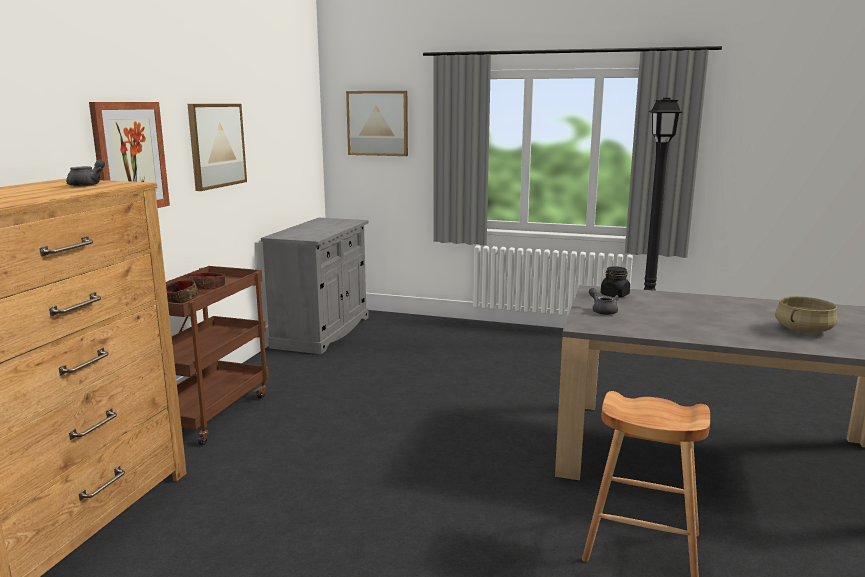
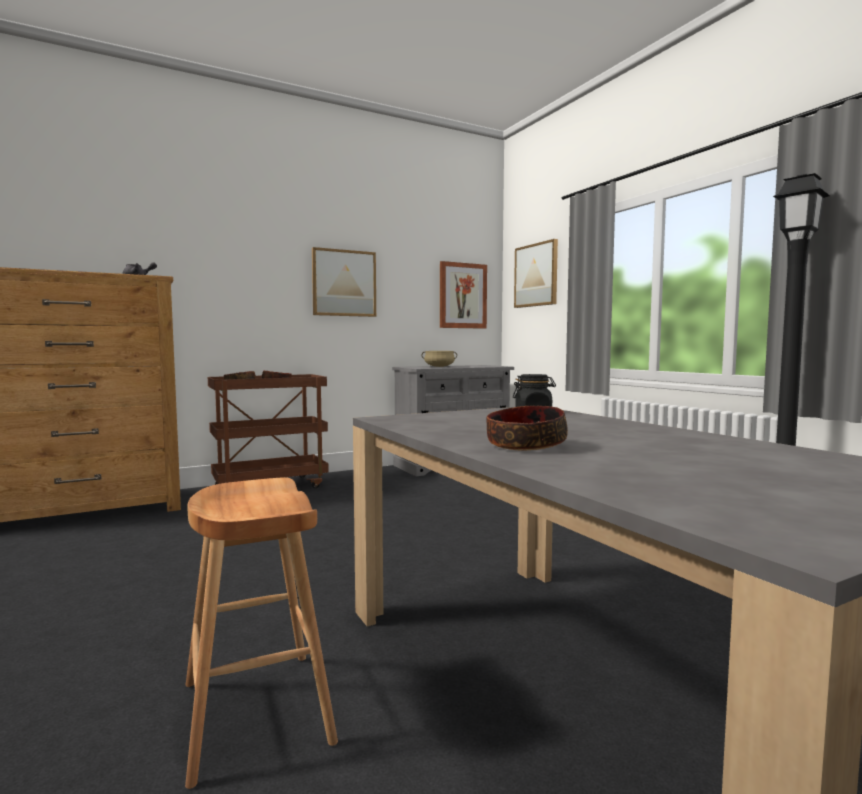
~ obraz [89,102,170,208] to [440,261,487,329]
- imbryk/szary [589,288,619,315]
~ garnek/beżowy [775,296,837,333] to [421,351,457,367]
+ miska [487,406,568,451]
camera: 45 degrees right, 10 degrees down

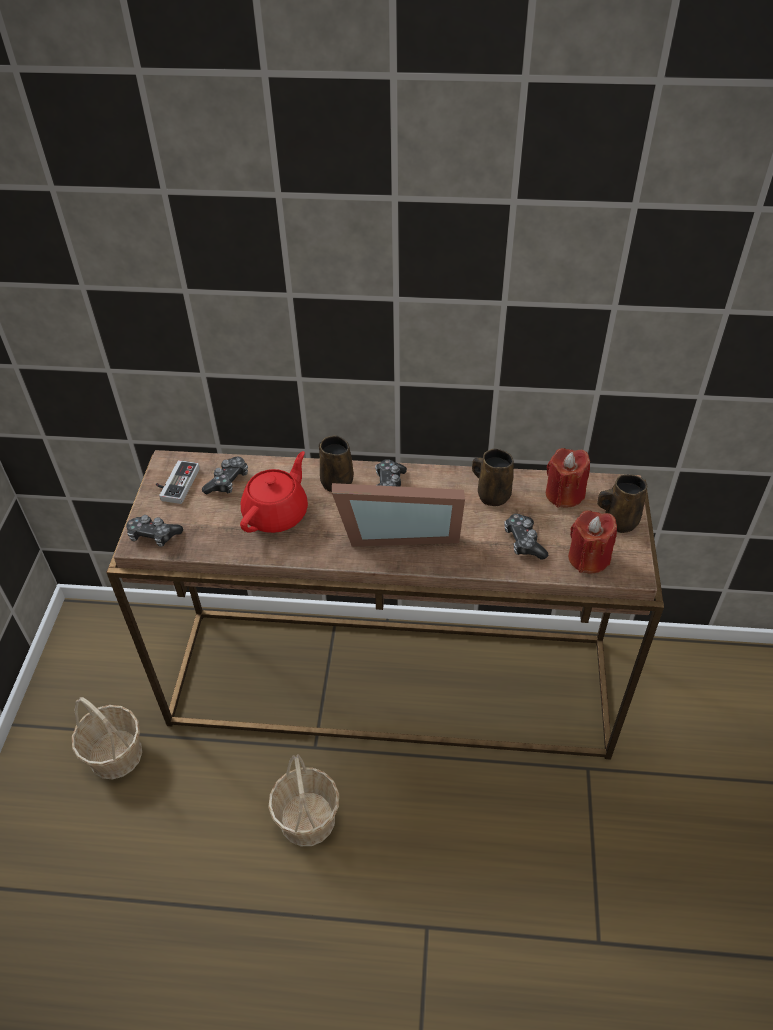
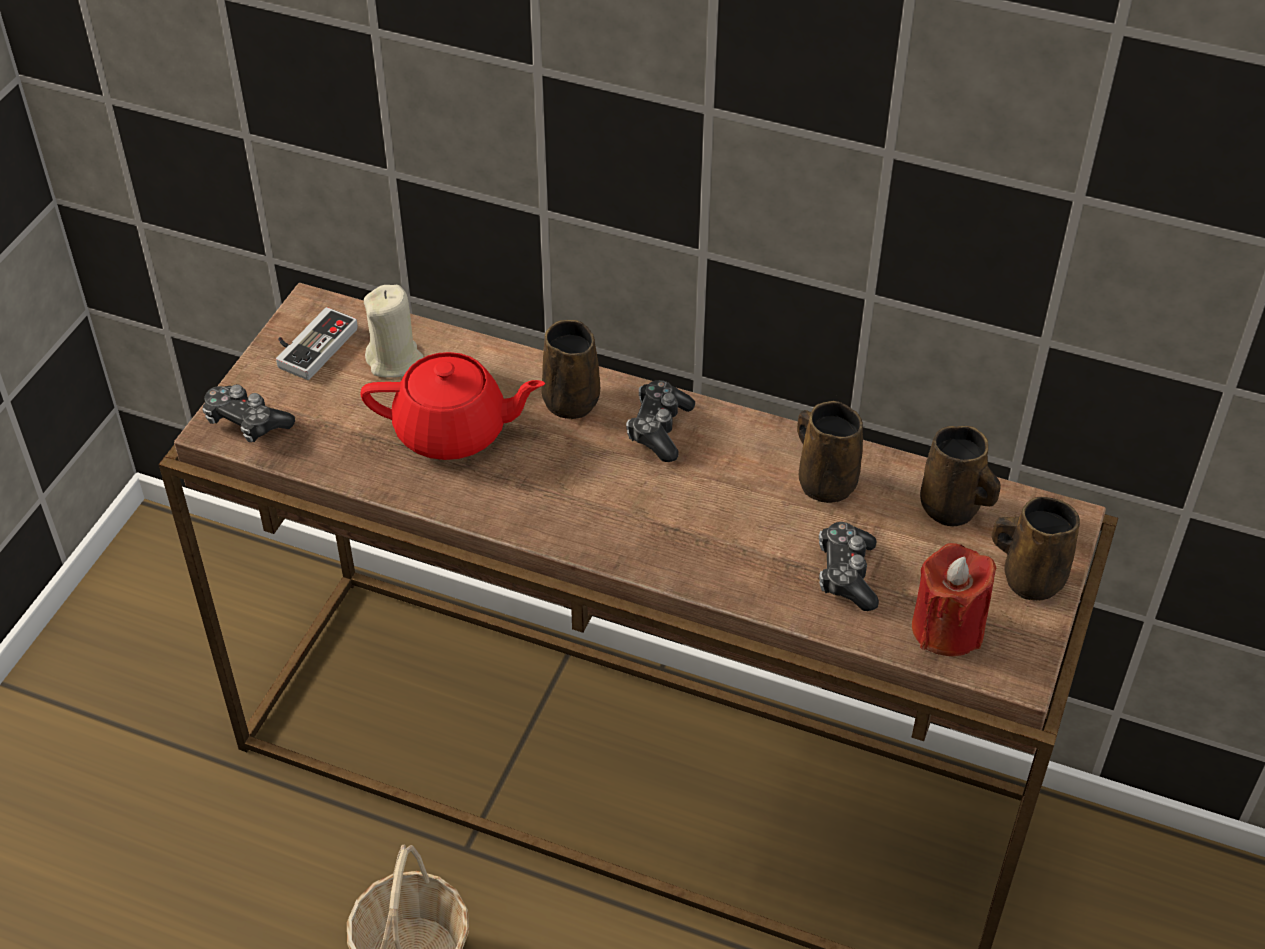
~ świeca/czerwony [546,448,590,508] to kubek/brązowy [920,426,1001,526]
~ imbryk/czerwony [240,451,308,533] = [361,352,545,460] 45 degrees clockwise
~ pad do gier [202,457,248,494] to świeca/beżowy [364,285,423,378]
- ramka na zdjęcie [332,483,465,547]
- koszyk [72,697,142,779]
camera: 15 degrees right, 0 degrees up

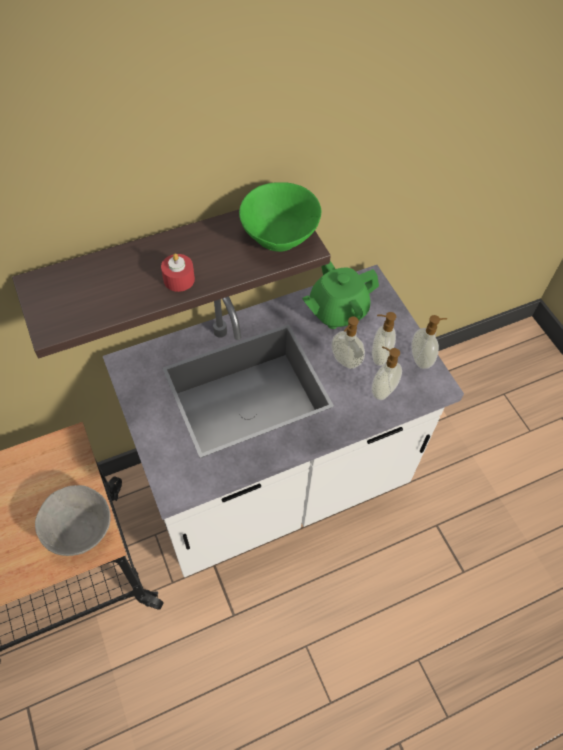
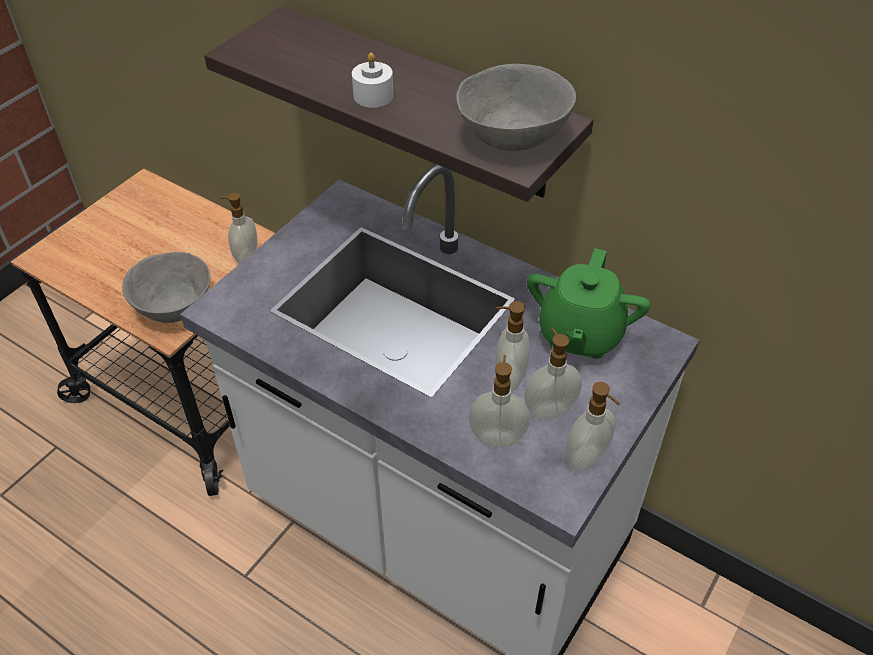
~ miska/zielony [239,182,321,252] to miska/szary [456,64,576,151]
~ świeca/czerwony [161,254,195,292] to świeca/biały [352,53,394,108]
~ imbryk/zielony [302,261,379,329] = [527,248,651,359] 105 degrees counterclockwise
+ dozownik mydła [219,193,257,264]
camera: 60 degrees right, 10 degrees down

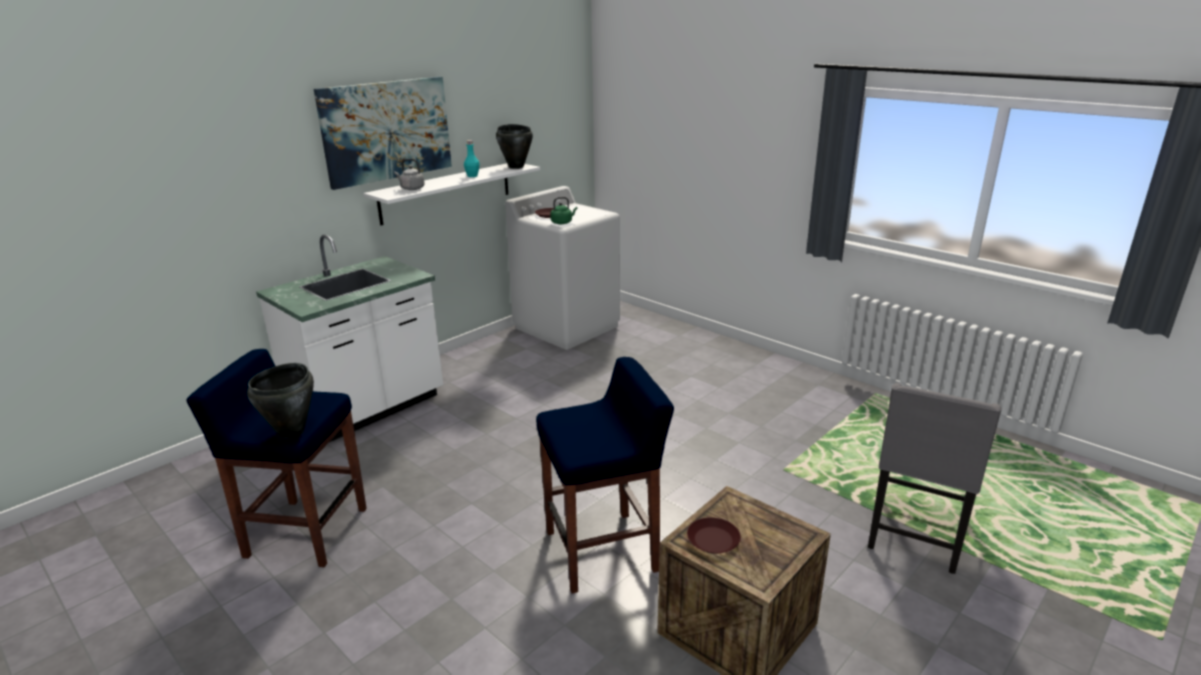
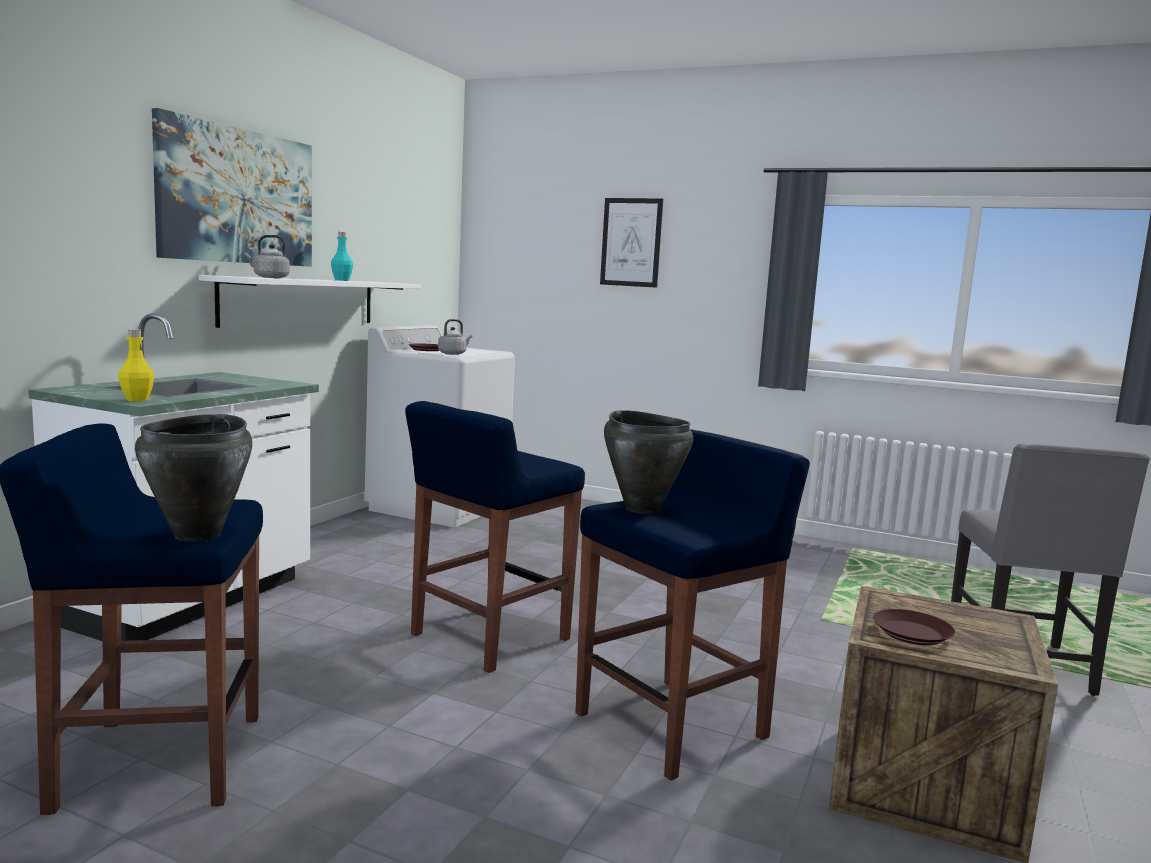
~ garnek/czarny [496,124,533,169] to [604,410,693,514]
~ czajnik/zielony [550,197,578,224] to czajnik/szary [438,319,472,355]
+ obraz [600,198,663,288]
+ butelka/żółty [118,329,154,401]
+ stołek/niebieski [405,401,585,673]
camera: 20 degrees left, 15 degrees down

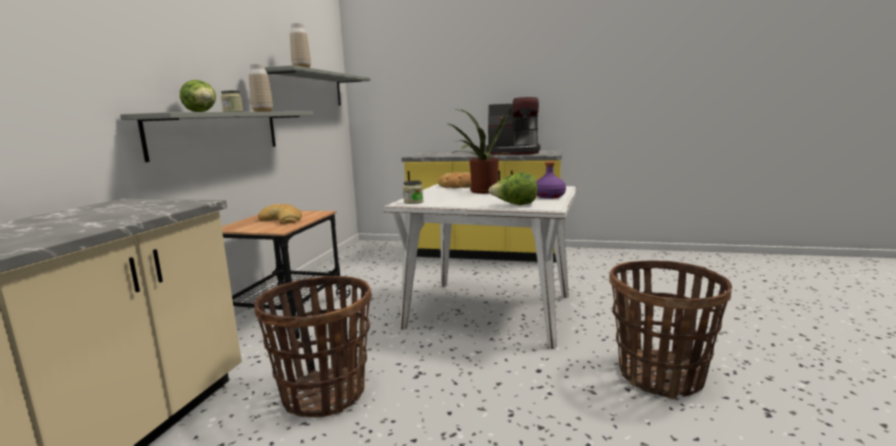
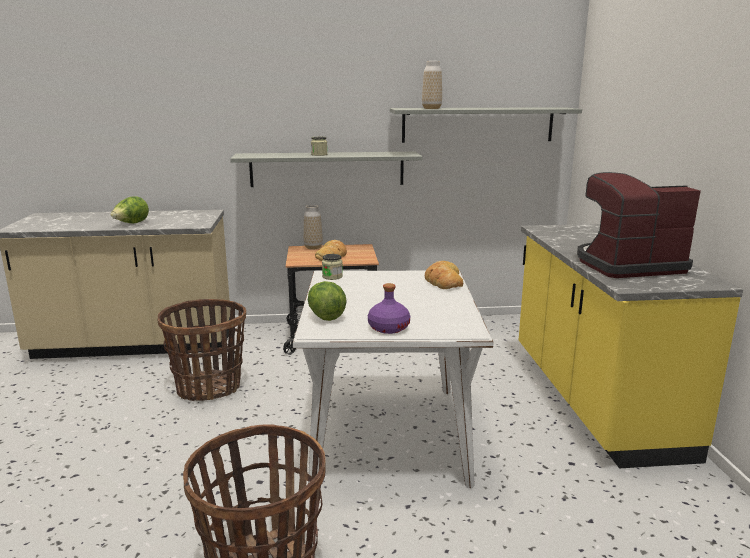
~ wazon [249,64,273,112] to [304,205,323,249]
~ sałata [180,80,216,112] to [111,196,149,223]
~ ekspres do kawy [485,97,540,155] = [577,172,701,278] 90 degrees clockwise
- roślina doniczkowa [449,109,521,194]
camera: 70 degrees right, 5 degrees up

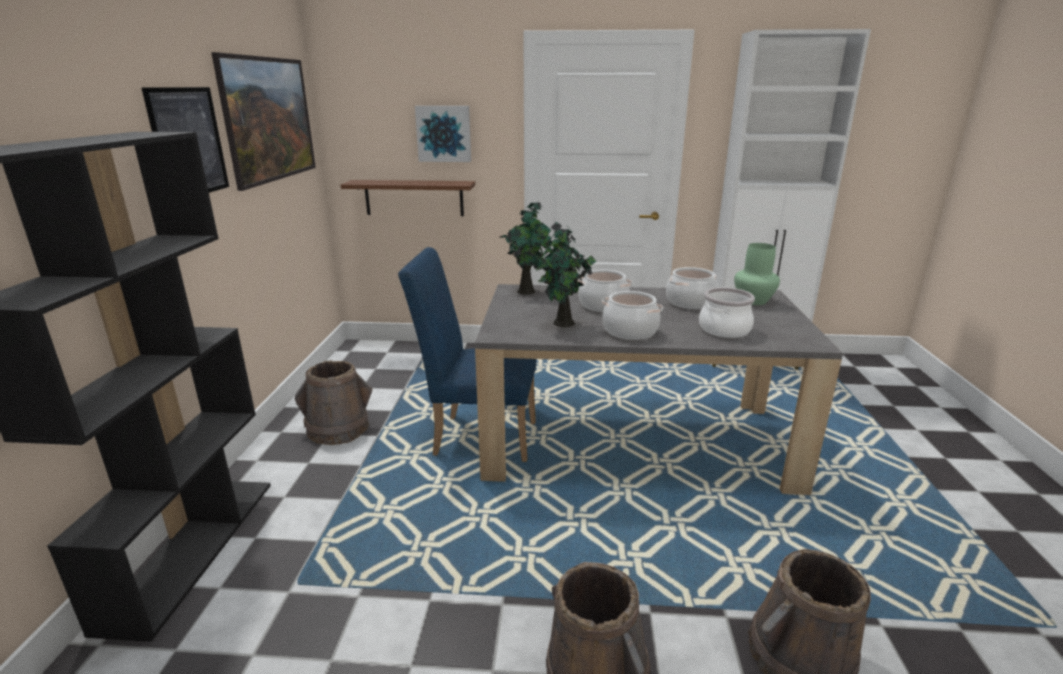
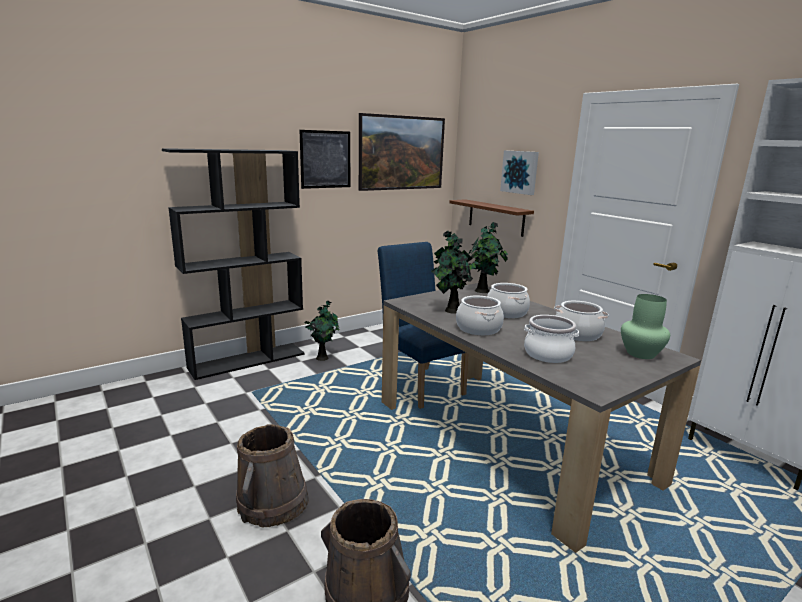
- wiadro/brązowy [295,360,373,445]
+ roślina doniczkowa [305,301,340,361]
camera: 50 degrees right, 5 degrees down

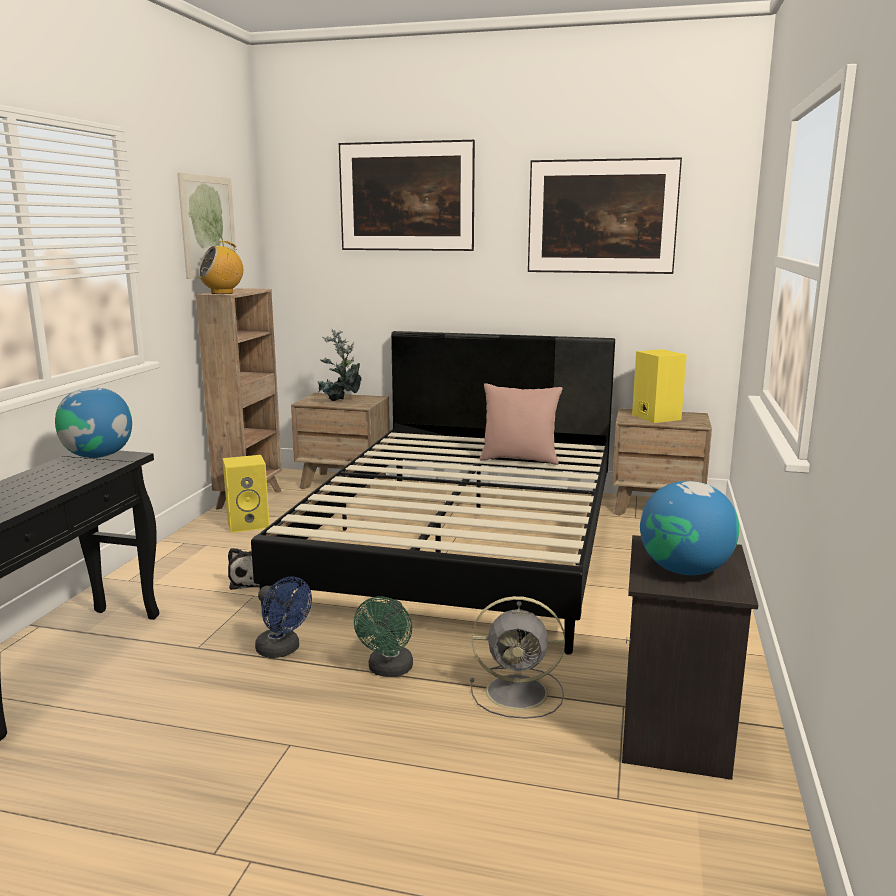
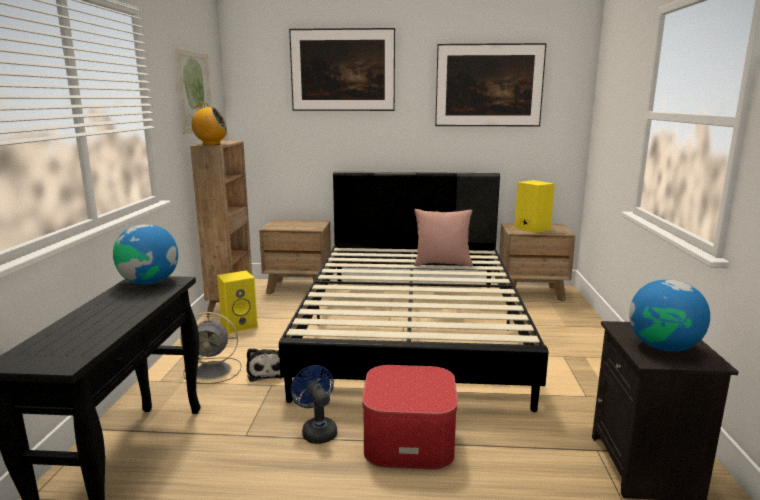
~ radio [198,241,243,294] = [188,103,228,145] 135 degrees counterclockwise
- roślina doniczkowa [317,329,362,401]
~ wentylator/niebieski [255,577,312,658] = [290,365,337,444] 150 degrees counterclockwise
~ wentylator/zielony [354,596,413,677] to pufa [362,365,458,469]
~ wentylator/szary [470,596,565,719] to [180,312,242,384]
camera: 10 degrees left, 0 degrees up

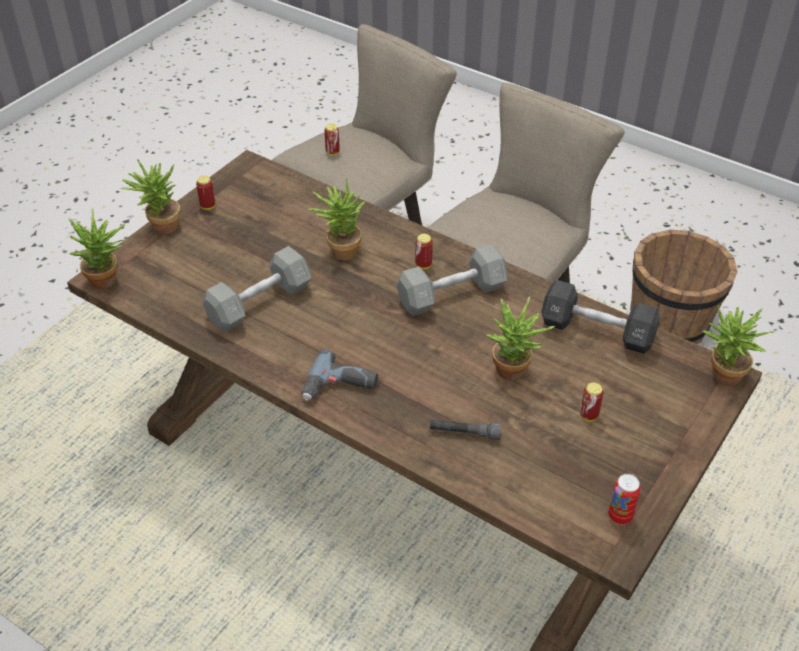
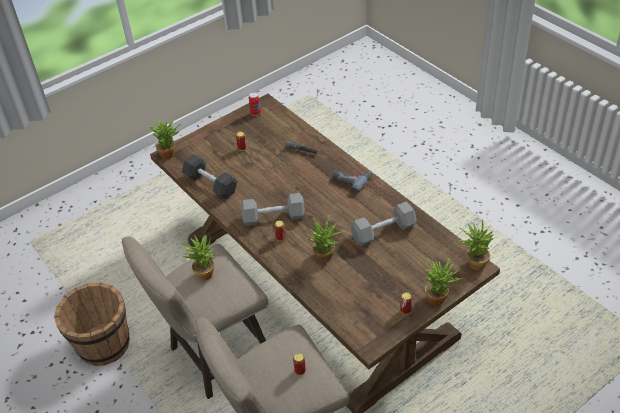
~ roślina doniczkowa [486,296,555,381] to [181,234,217,281]
camera: 160 degrees left, 0 degrees up

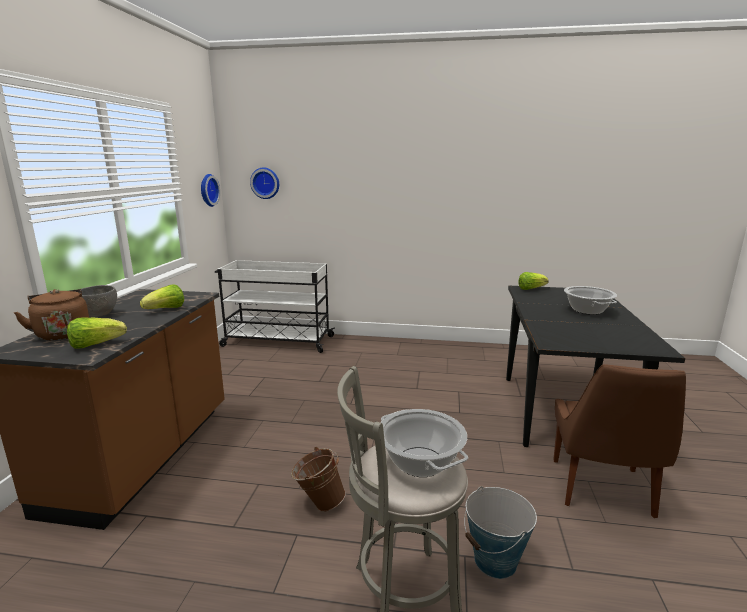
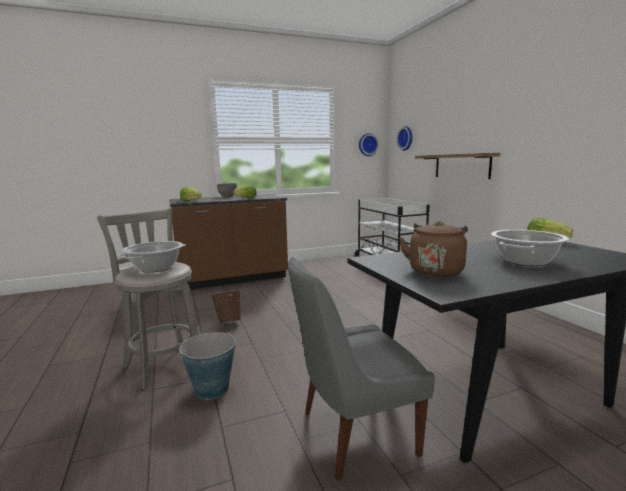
~ czajnik/brązowy [14,289,89,341] to [399,221,468,277]
~ krzesło/brązowy [553,364,686,518] to krzesło/szary [288,257,435,481]
+ półka [415,153,500,179]
camera: 60 degrees right, 5 degrees down

